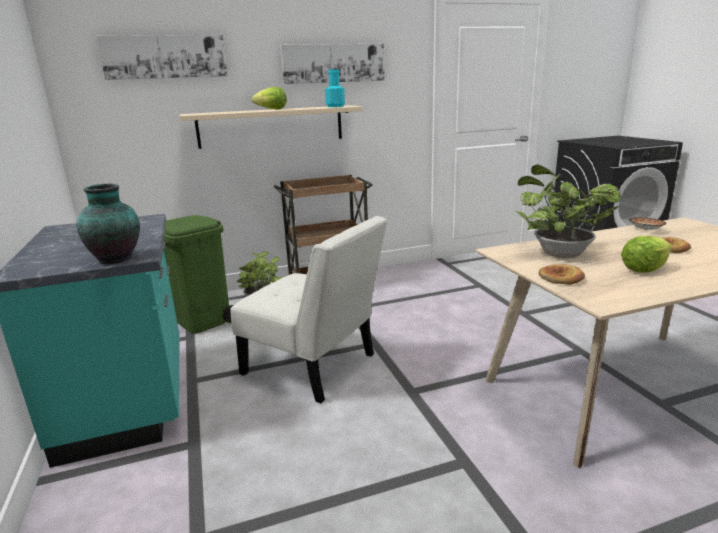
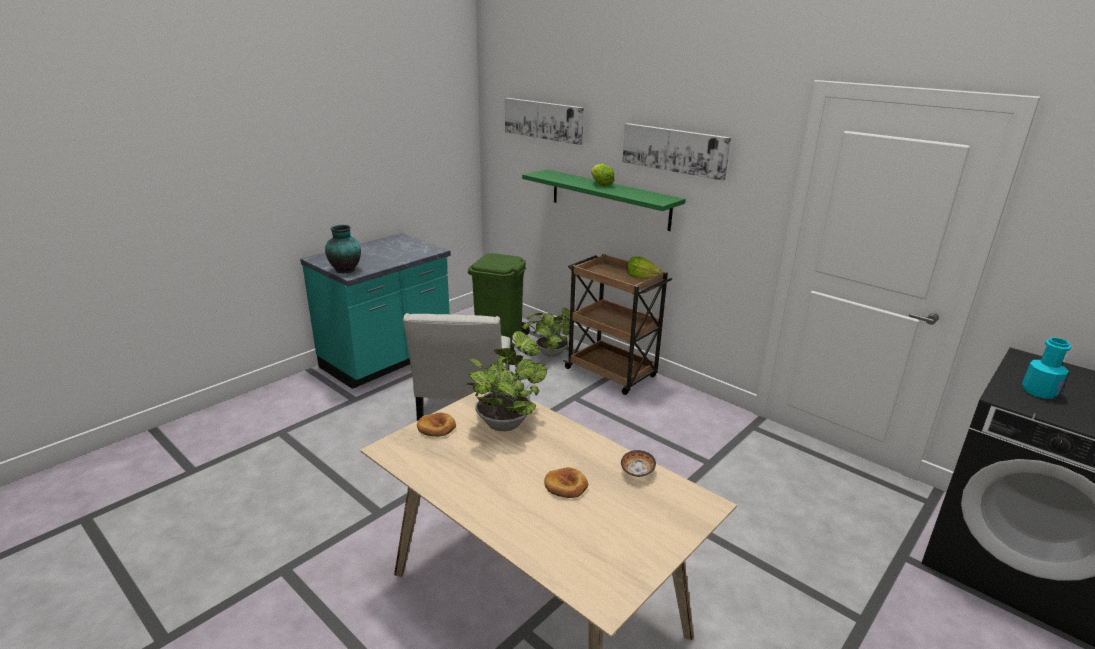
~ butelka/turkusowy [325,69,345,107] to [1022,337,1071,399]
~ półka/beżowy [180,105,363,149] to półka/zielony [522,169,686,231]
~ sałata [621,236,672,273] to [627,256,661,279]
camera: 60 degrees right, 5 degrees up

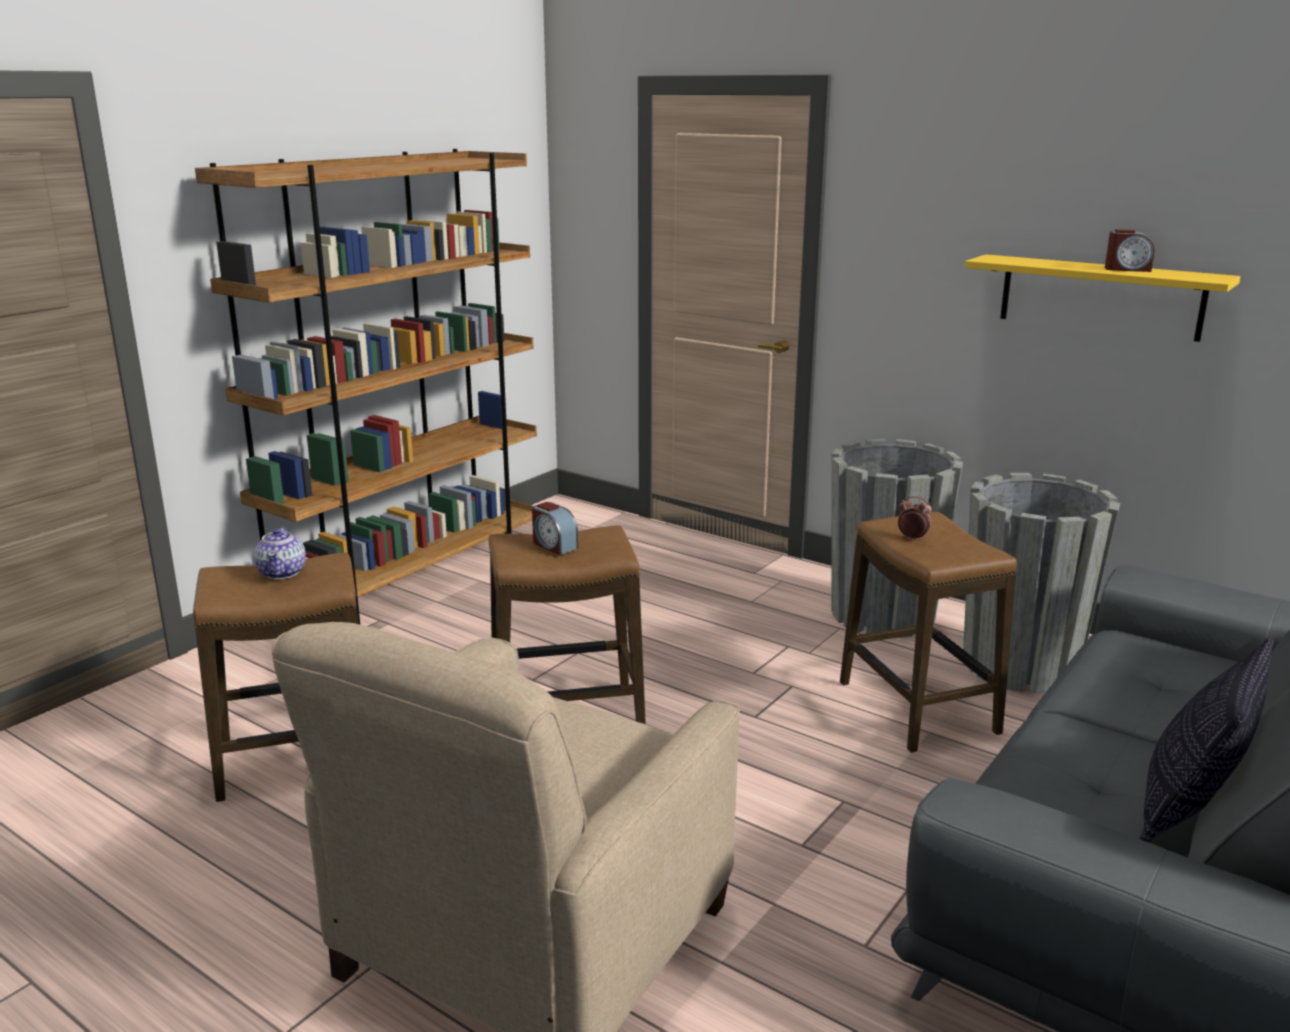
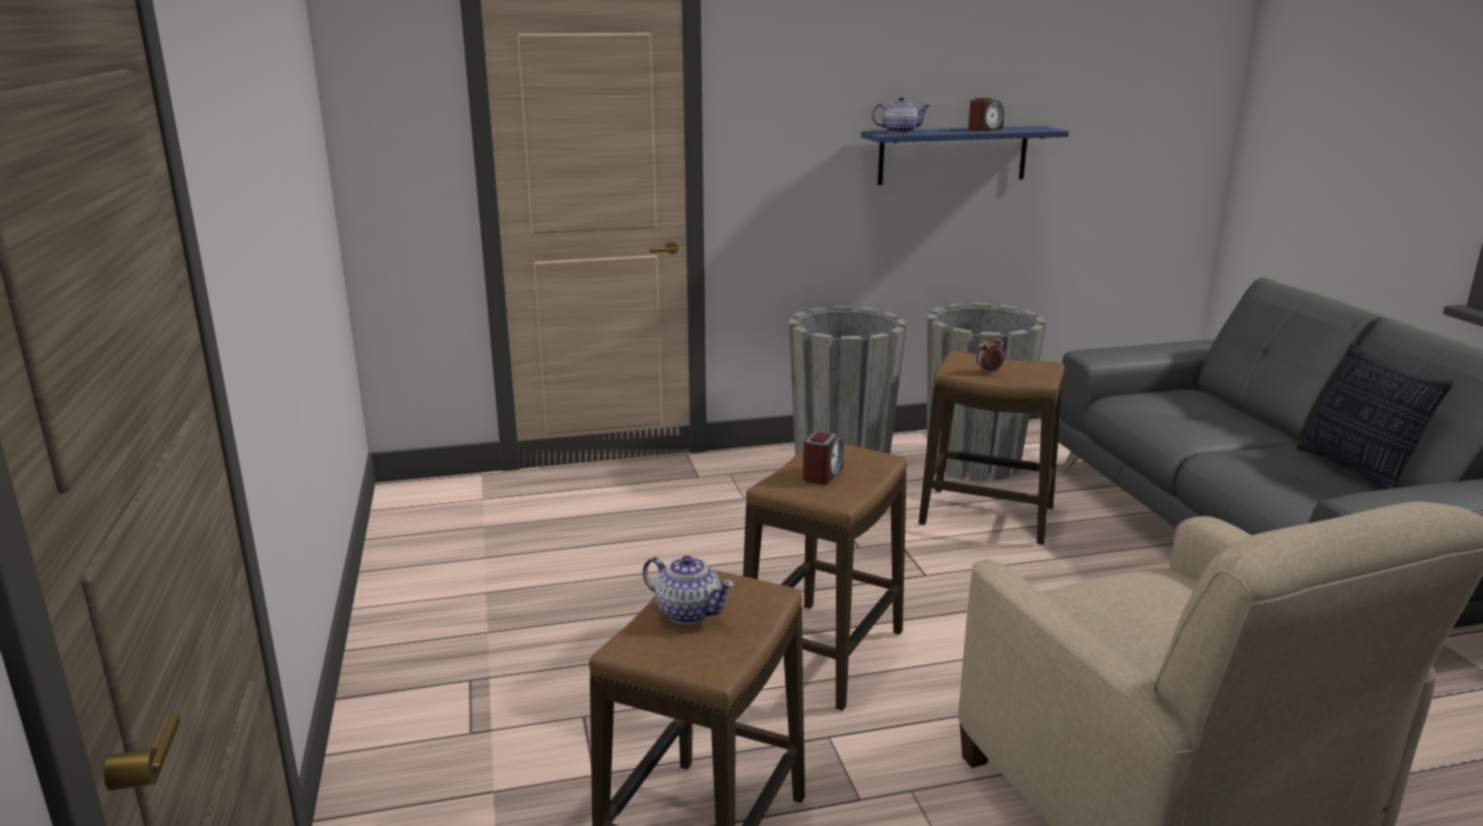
- regał/brązowy [195,149,537,624]
~ półka/żółty [965,254,1241,342] to półka/niebieski [861,126,1069,185]
~ budzik [532,502,578,555] = [803,431,844,485] 60 degrees counterclockwise
+ imbryk [872,97,930,133]
camera: 50 degrees left, 0 degrees up

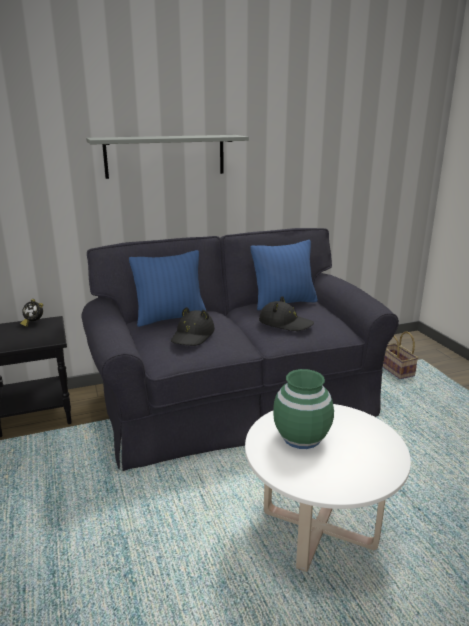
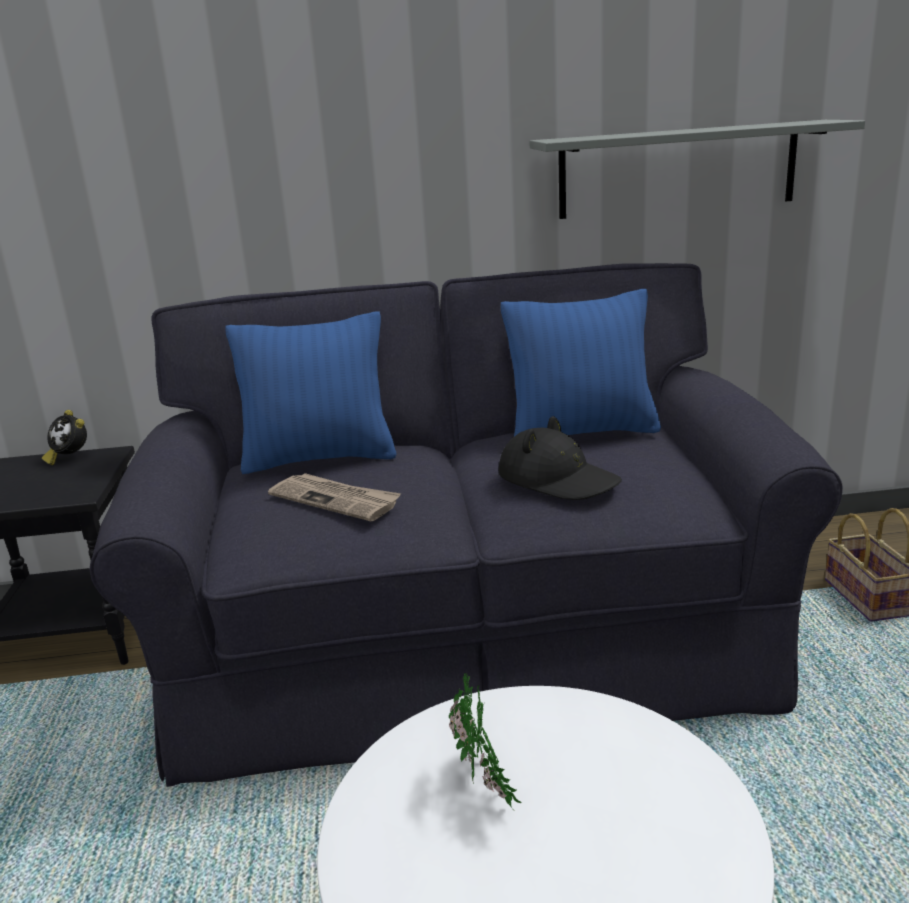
~ półka/szary [86,135,249,179] to [529,120,865,219]
~ kapelusz/czarny [171,307,215,346] to gazeta [268,473,401,521]
~ wazon/zielony [273,369,334,449] to roślina doniczkowa [449,673,522,811]
camera: 15 degrees right, 0 degrees up

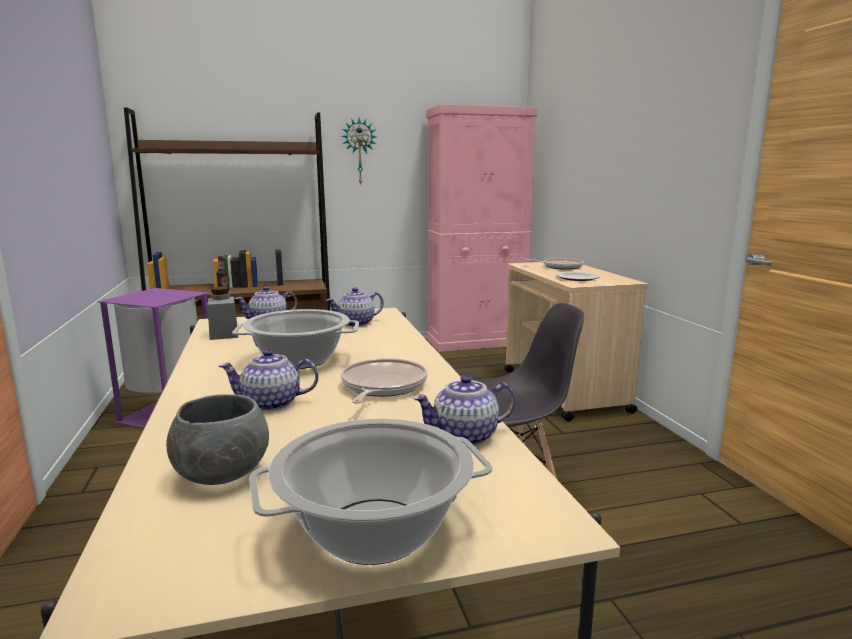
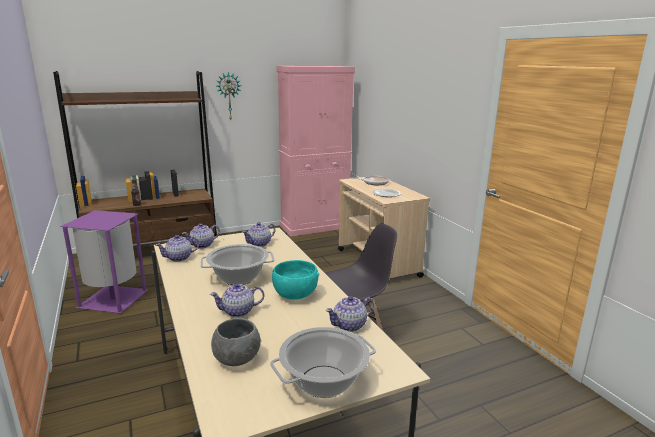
~ słoik/szary [208,287,238,340] to imbryk [156,235,199,262]
~ patelnia [341,358,428,404] to miska/turkusowy [272,260,319,300]
camera: 10 degrees left, 5 degrees up

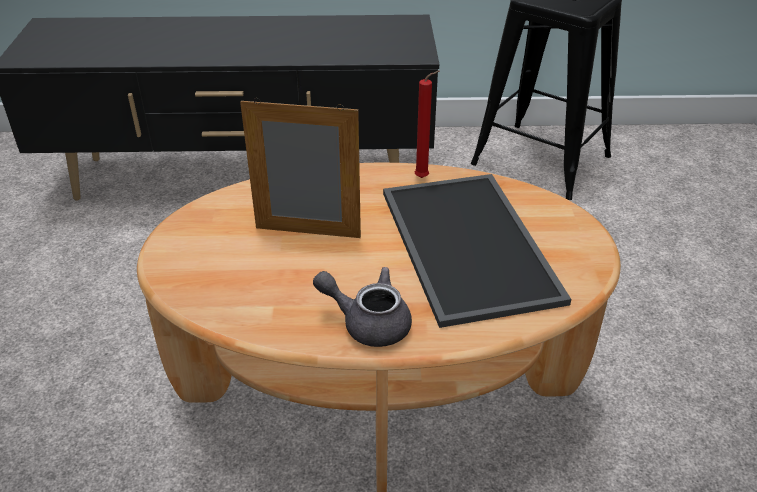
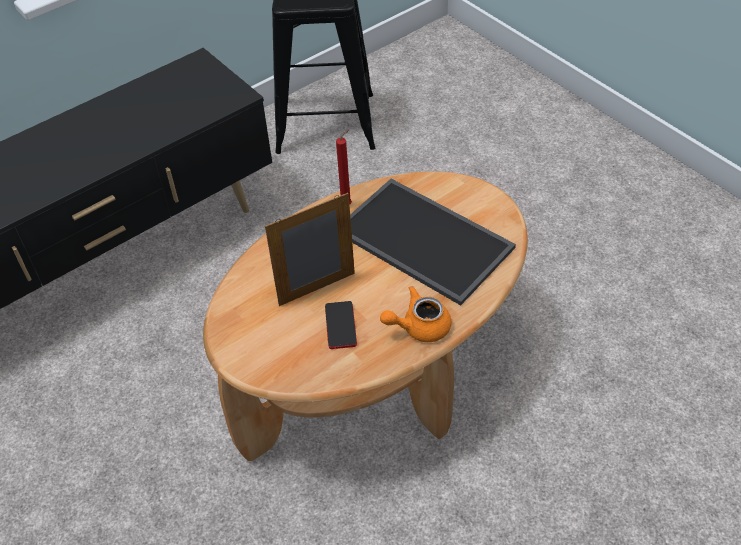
~ imbryk/szary [313,267,412,347] to imbryk/pomarańczowy [380,286,451,342]
+ telefon [325,301,357,349]
camera: 35 degrees left, 10 degrees up

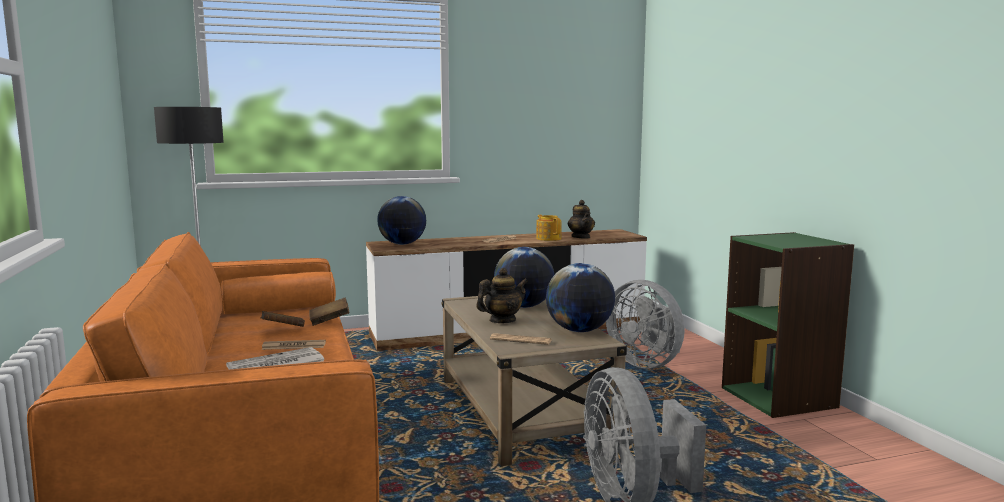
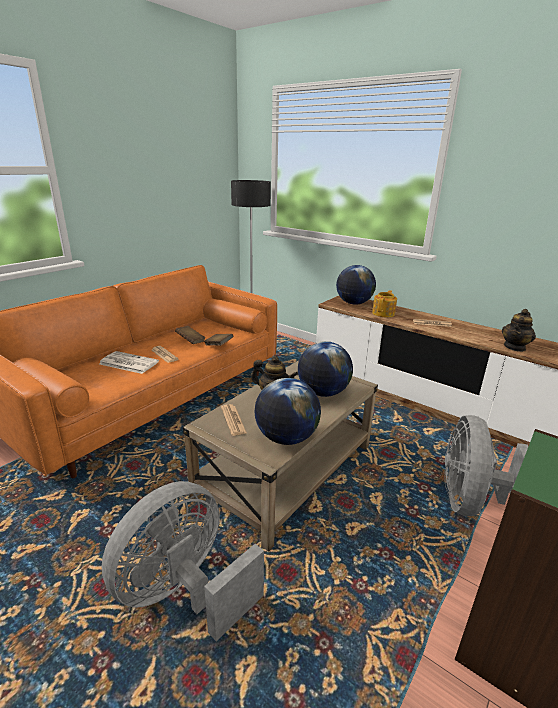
~ imbryk [536,215,562,241] to [372,290,397,317]
camera: 55 degrees right, 15 degrees up

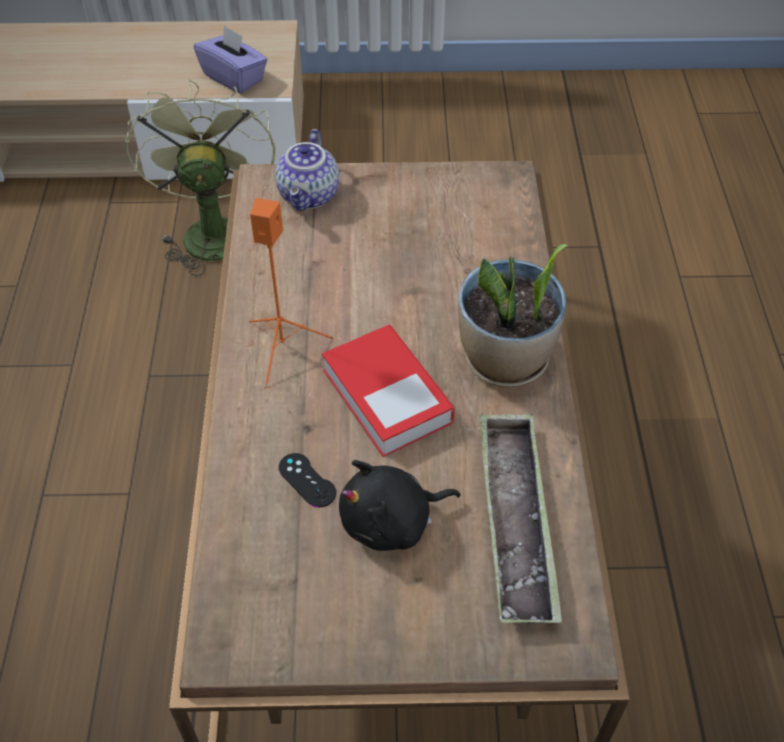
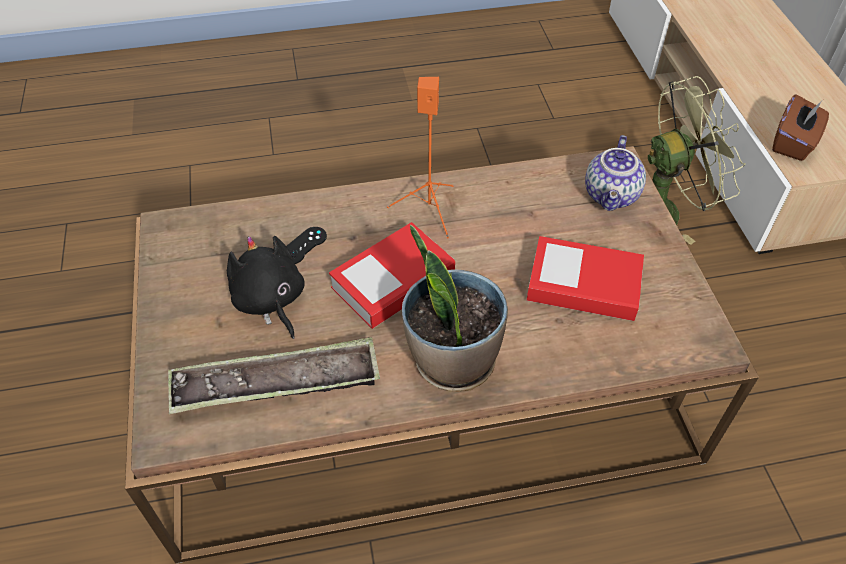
~ pudełko chusteczek/fioletowy [194,25,267,94] to pudełko chusteczek/brązowy [772,94,829,161]
~ imbryk [275,129,339,211] = [585,135,646,211] 75 degrees counterclockwise
+ książka [527,236,644,321]
camera: 80 degrees right, 0 degrees up

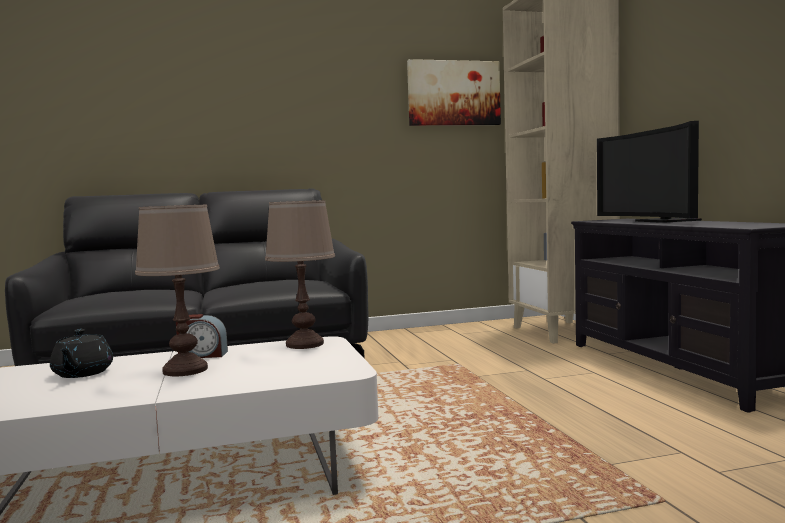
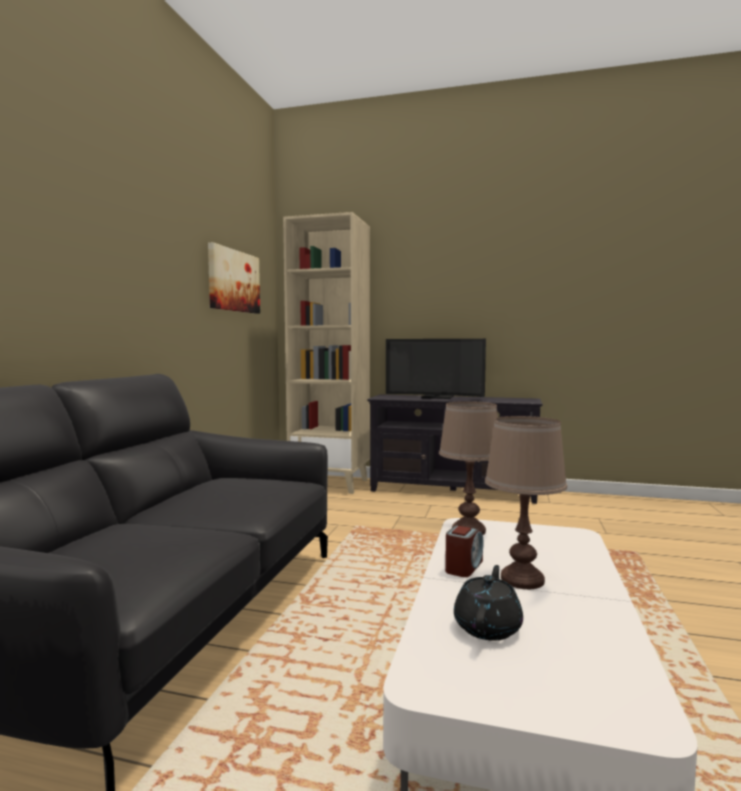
~ imbryk/czarny [50,329,113,378] = [454,565,523,641] 90 degrees counterclockwise
camera: 60 degrees left, 0 degrees up

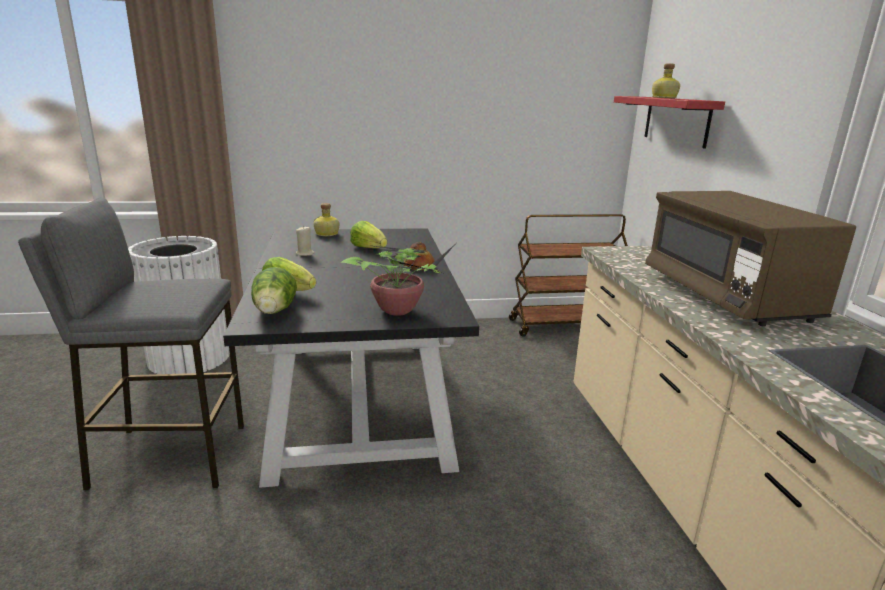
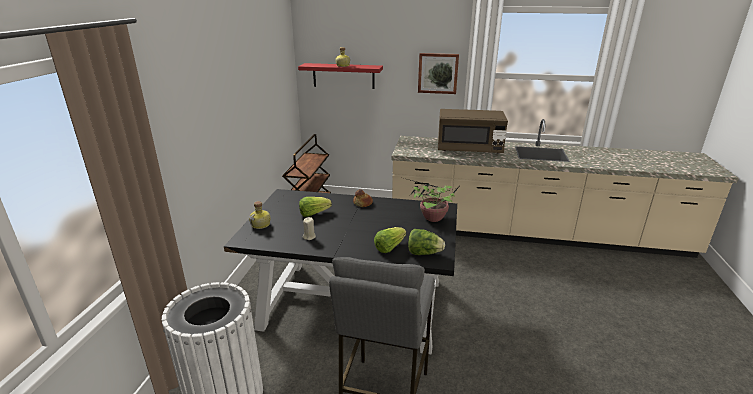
+ obraz [418,53,459,94]
camera: 70 degrees left, 5 degrees up

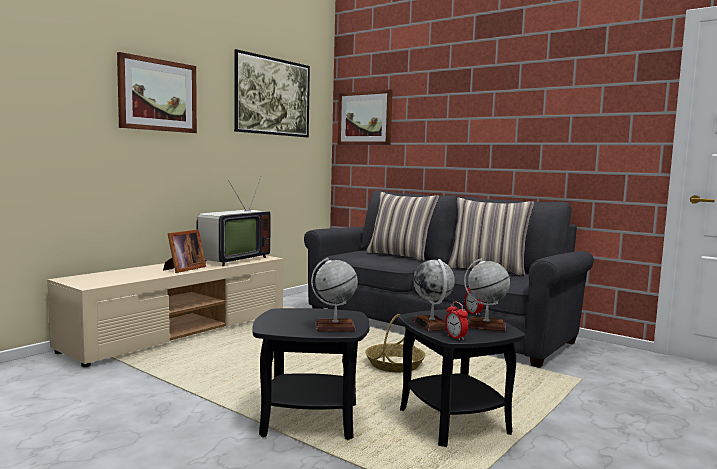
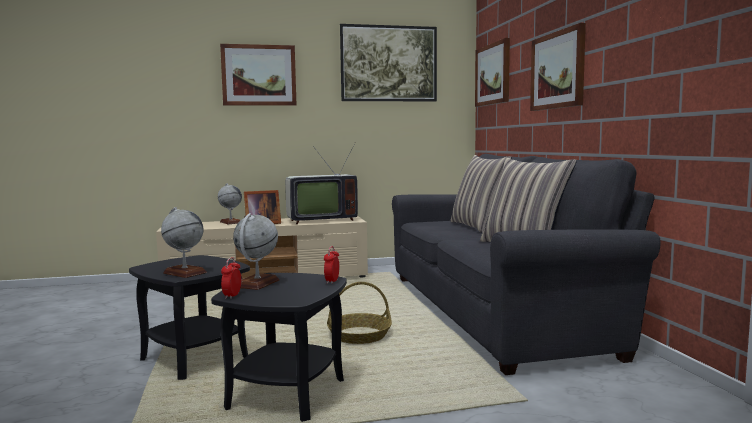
~ globus [464,258,510,331] to [218,183,242,225]
+ obraz [530,23,586,111]
camera: 40 degrees right, 0 degrees up

